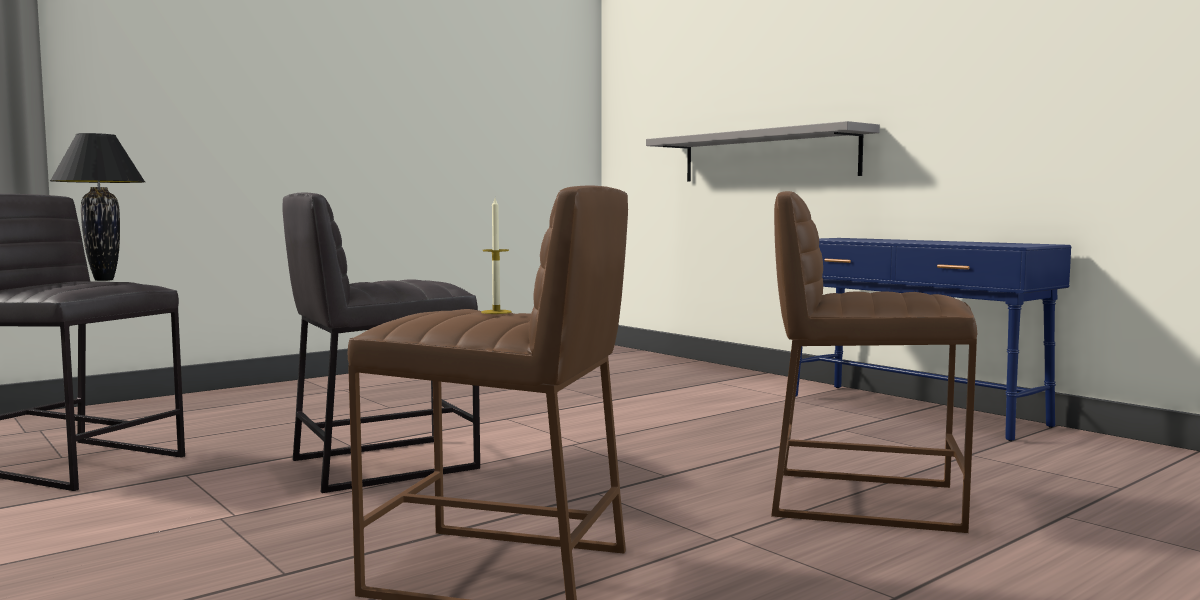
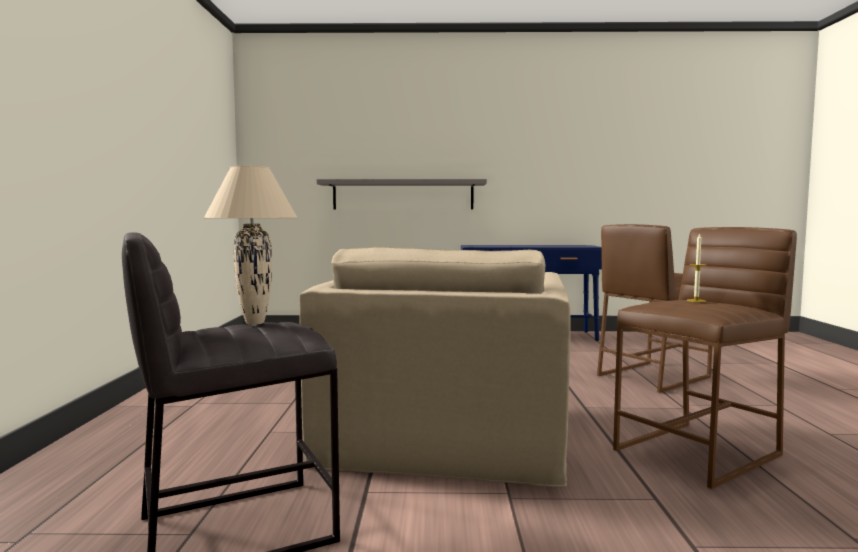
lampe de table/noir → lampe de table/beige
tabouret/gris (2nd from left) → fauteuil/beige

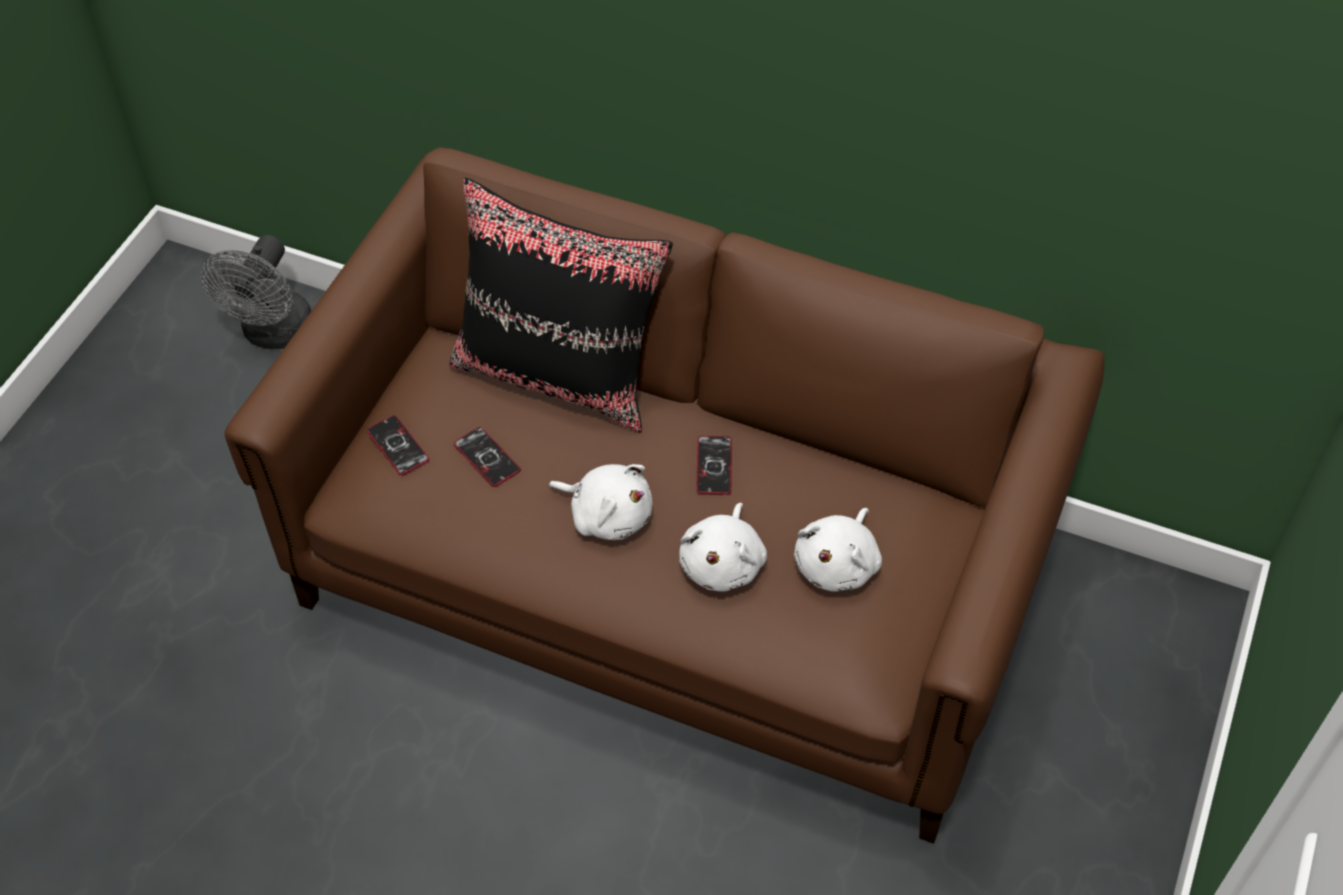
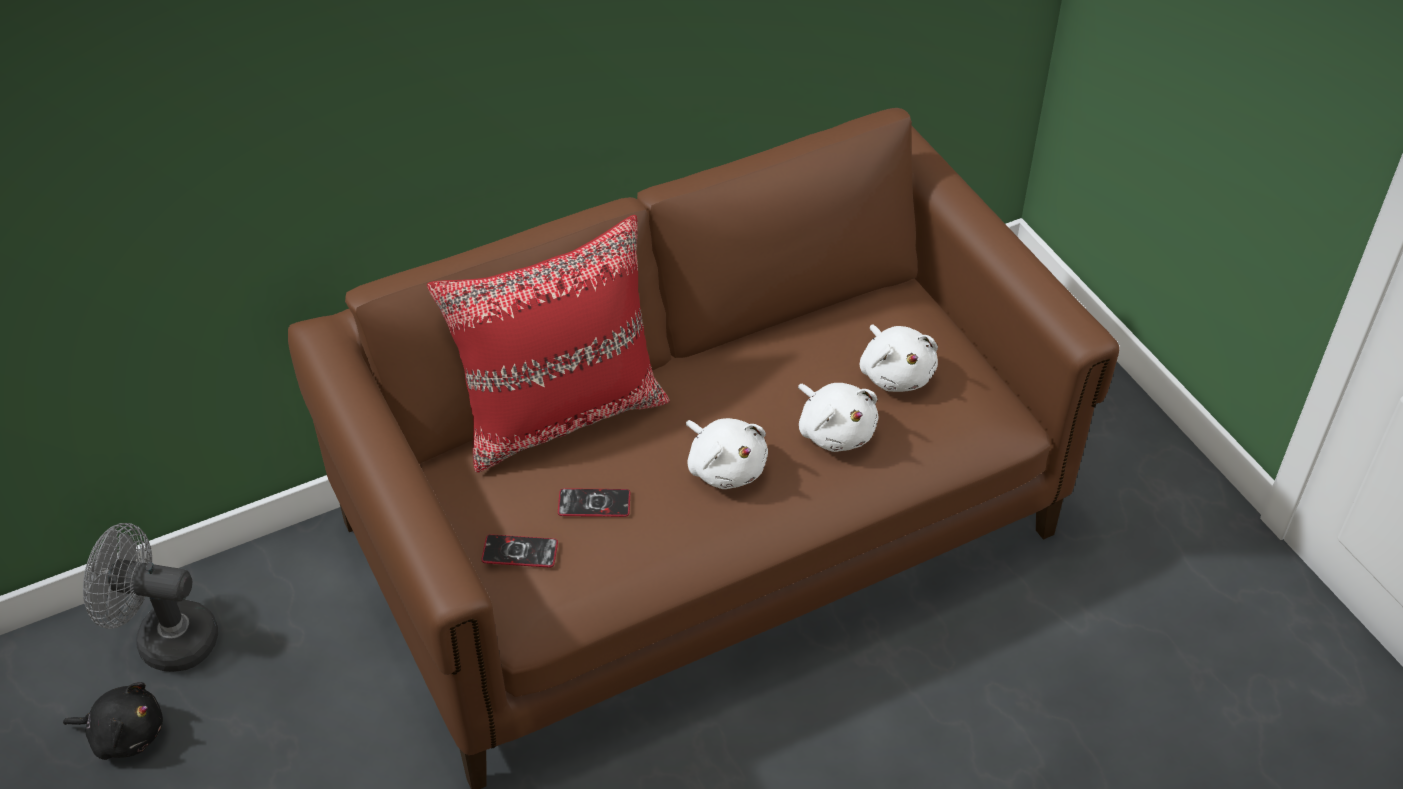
- → peluche/noir
ventilateur/gris, 135 degrees clockwise
coussin/noir → coussin/rouge
peluche/blanc (1st from left), 75 degrees clockwise
téléphone (3rd from left) → -

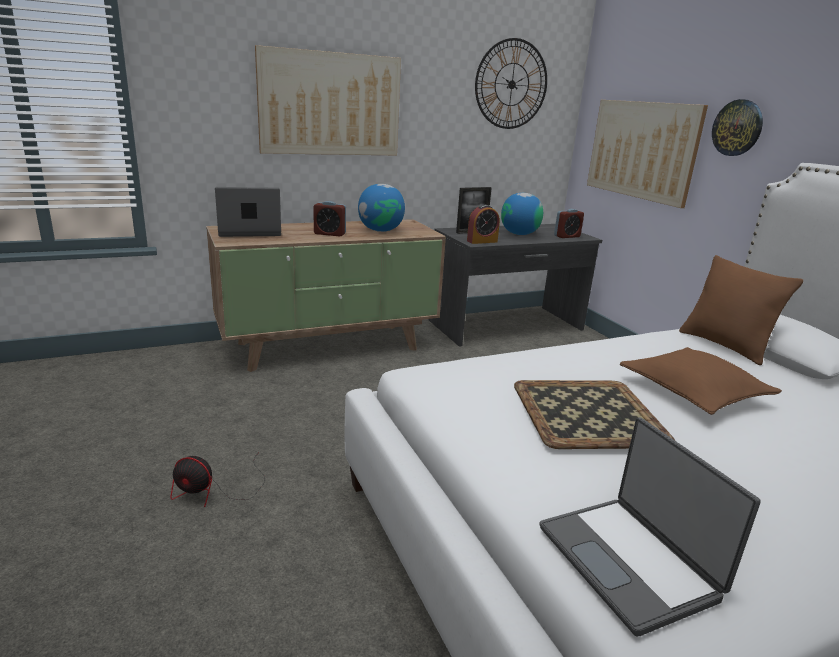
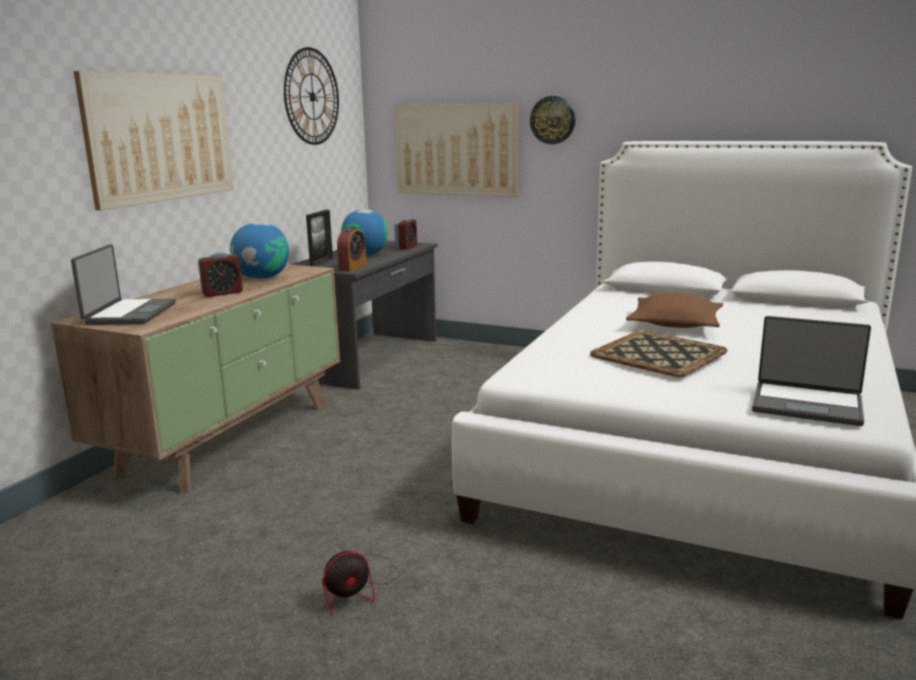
ordinateur portable (1st from left), 150 degrees clockwise
coussin/marron (2nd from left) → -

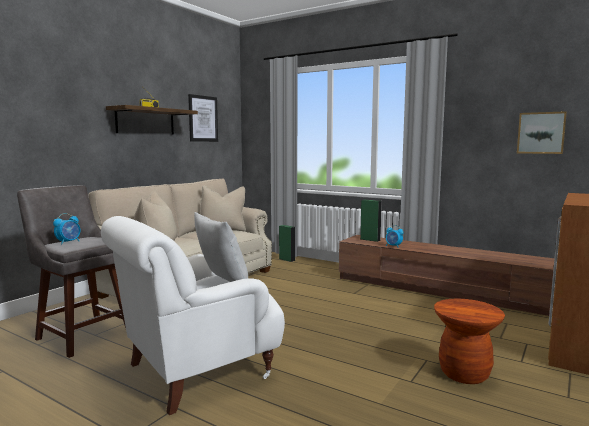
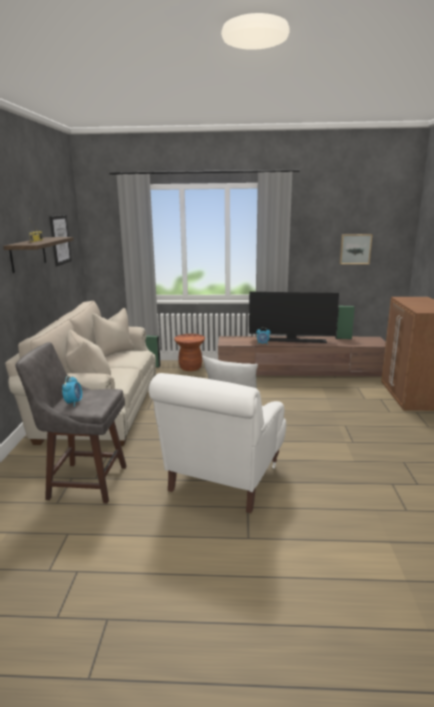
tabouret/marron, move
- → téléviseur
enceinte/vert (2nd from left), move

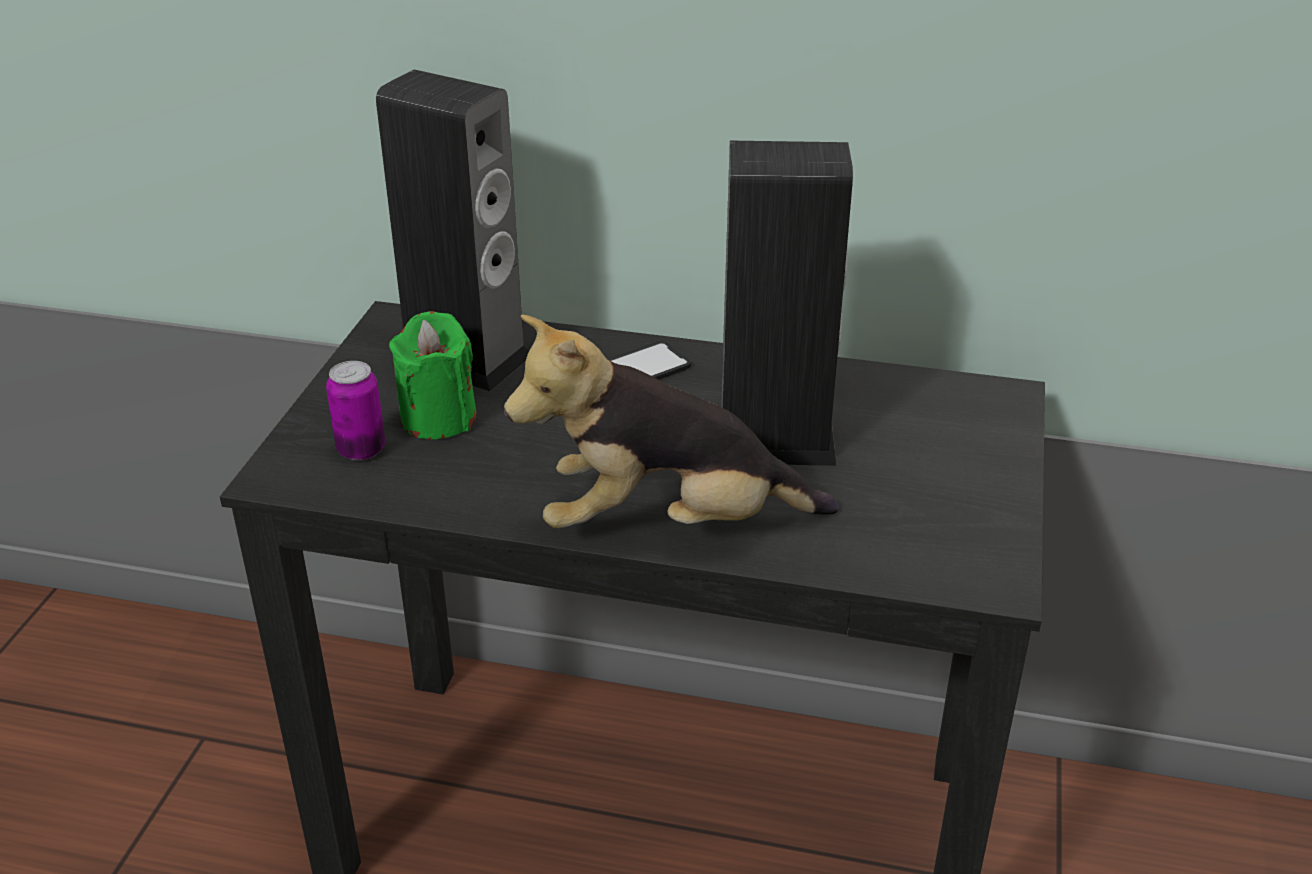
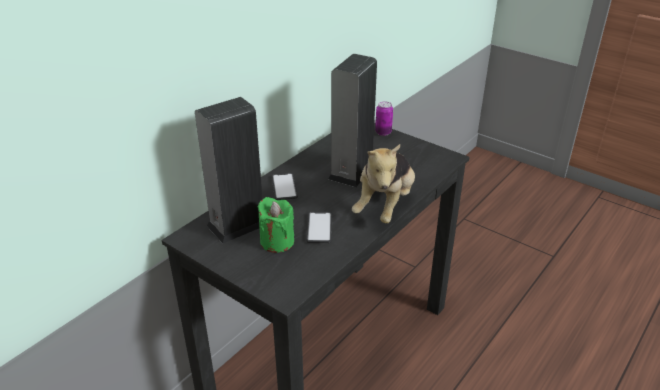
- → téléphone (2nd from left)
boîte métallique, move

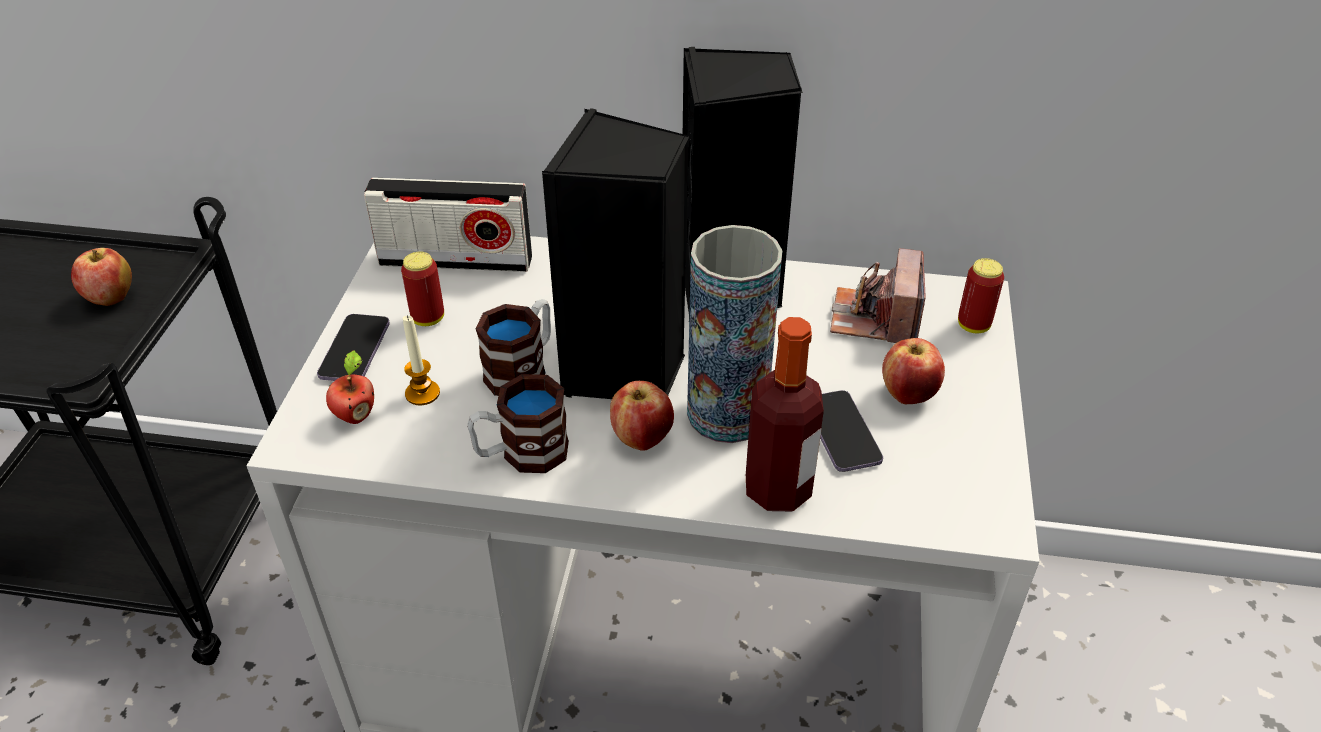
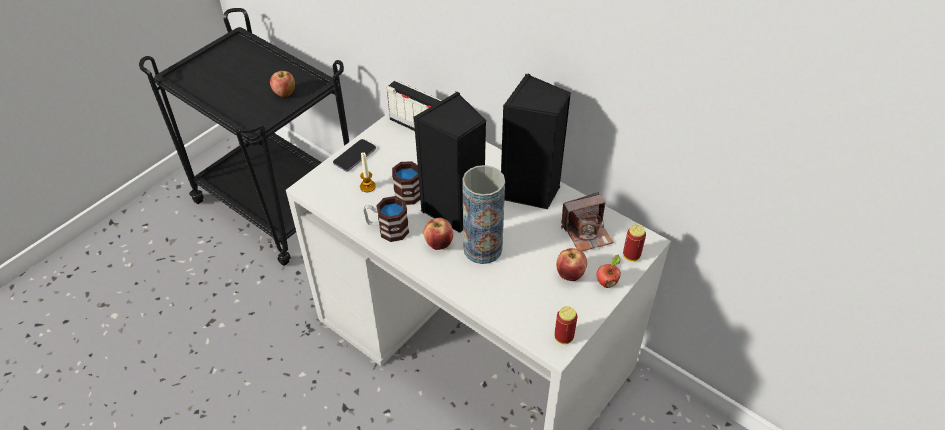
boîte métallique (1st from left), move
appareil photo, 150 degrees counterclockwise
pomme (2nd from left in the first image) → pomme (4th from left), move
bouteille → -
téléphone (2nd from left) → -

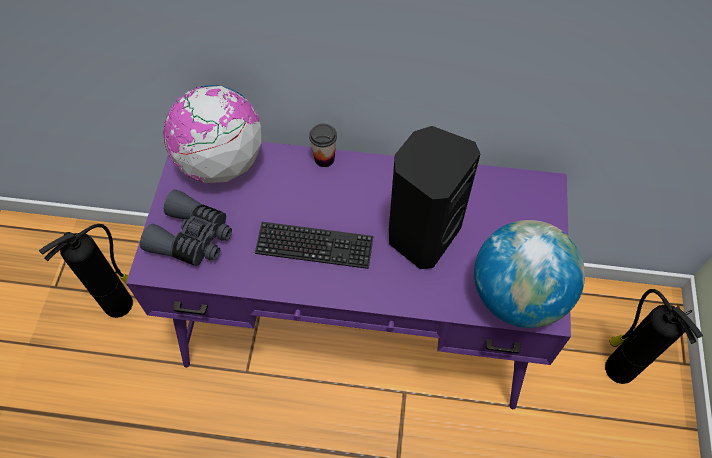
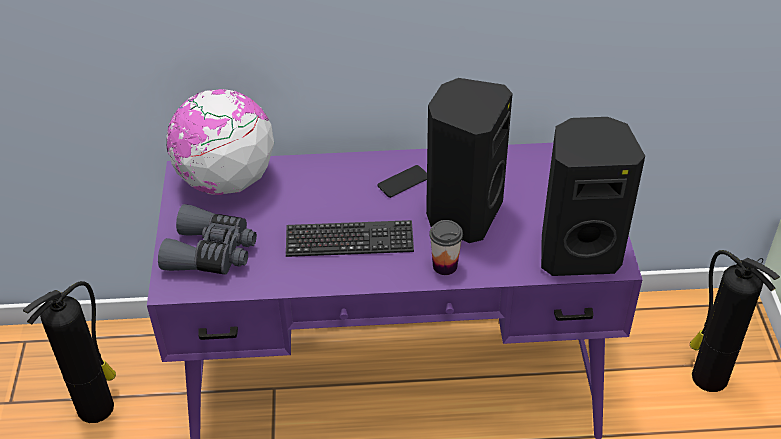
- → téléphone
tasse, move
globe (2nd from left) → enceinte/noir (2nd from left)

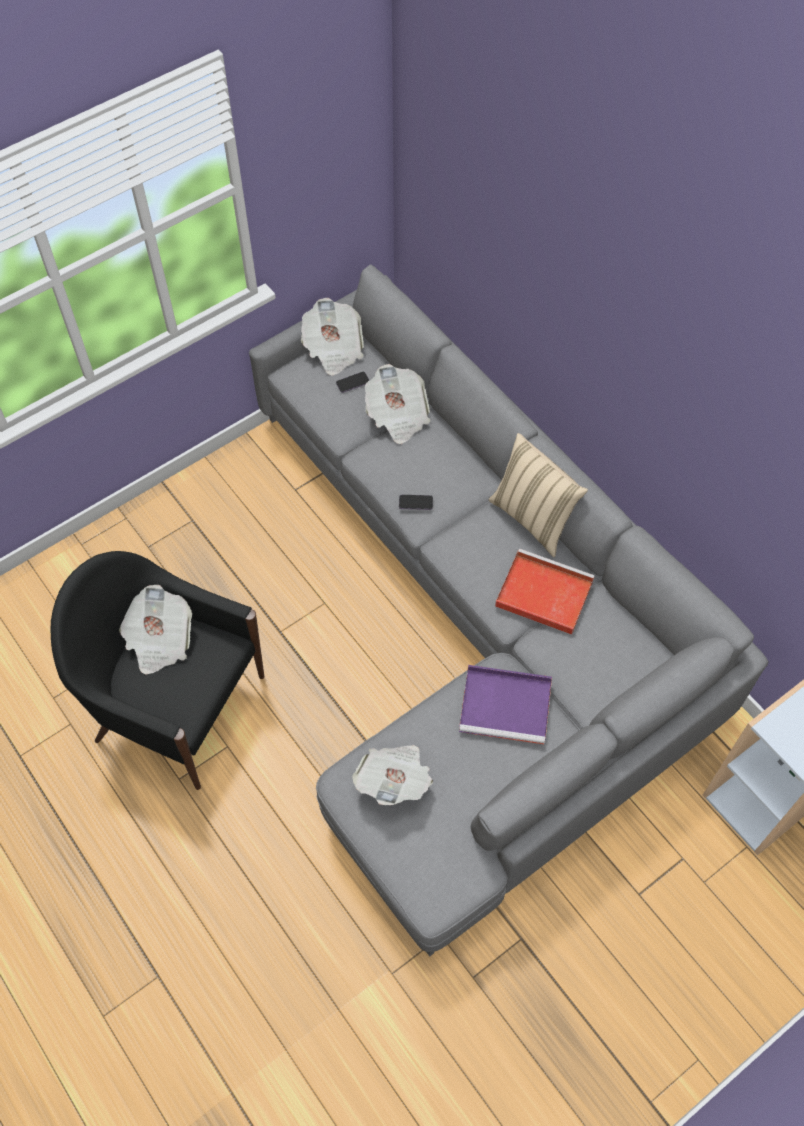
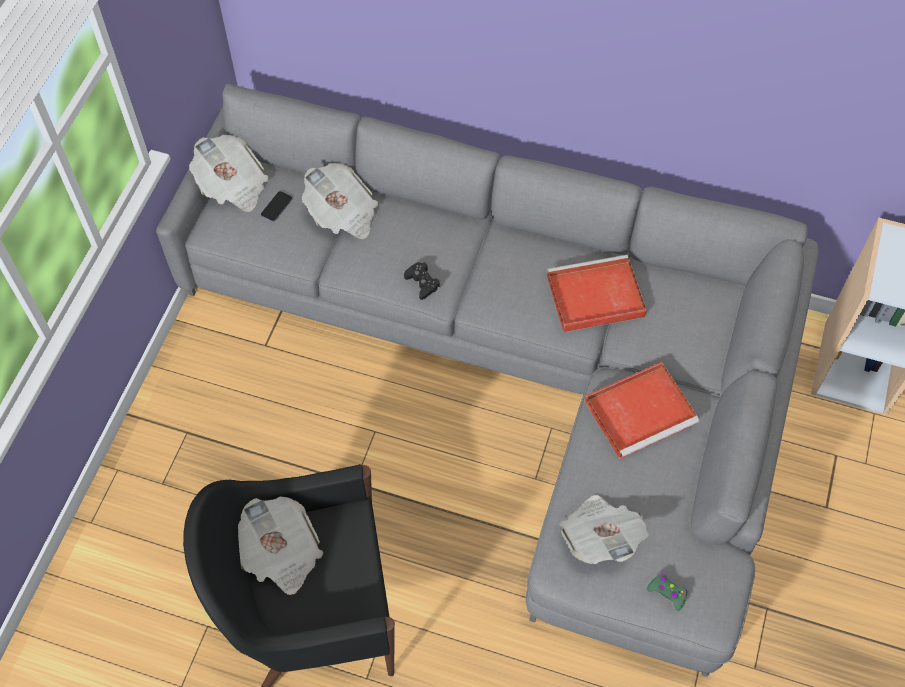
téléphone (2nd from left) → manette/noir
plateau/violet → plateau/rouge (2nd from left)
- → manette/vert
coussin/beige → -

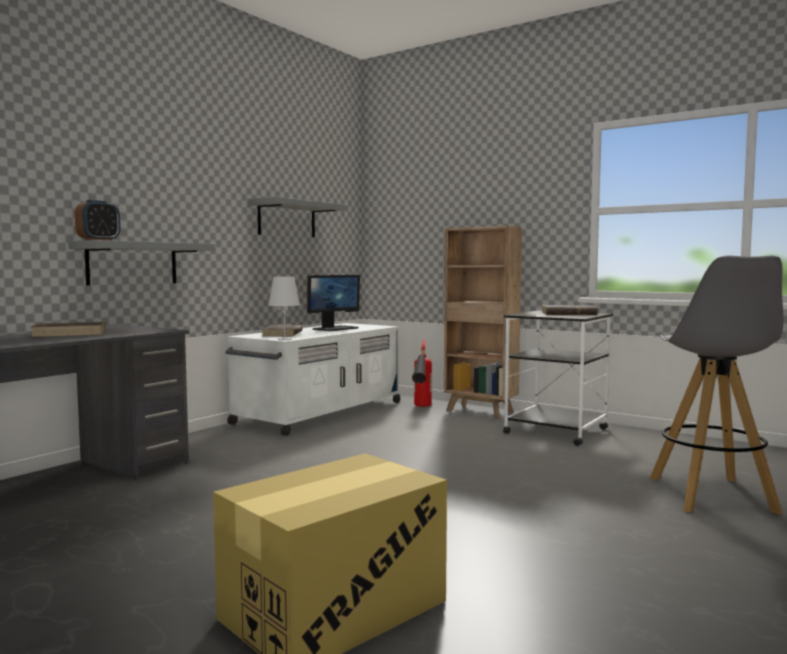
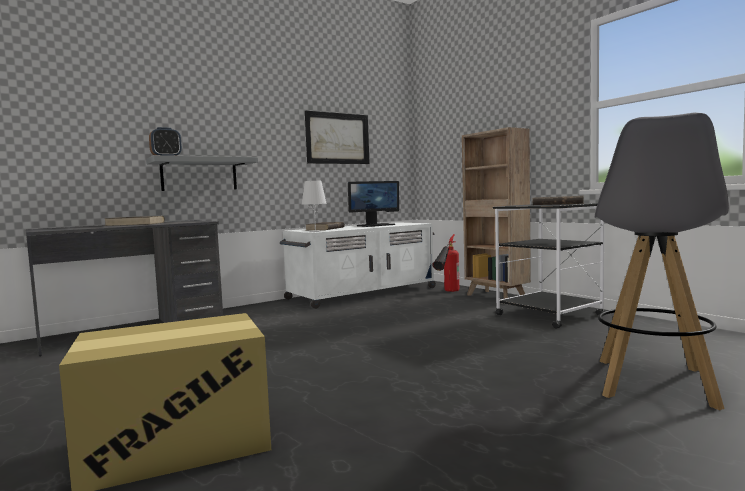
étagère/gris (2nd from left) → tableau

